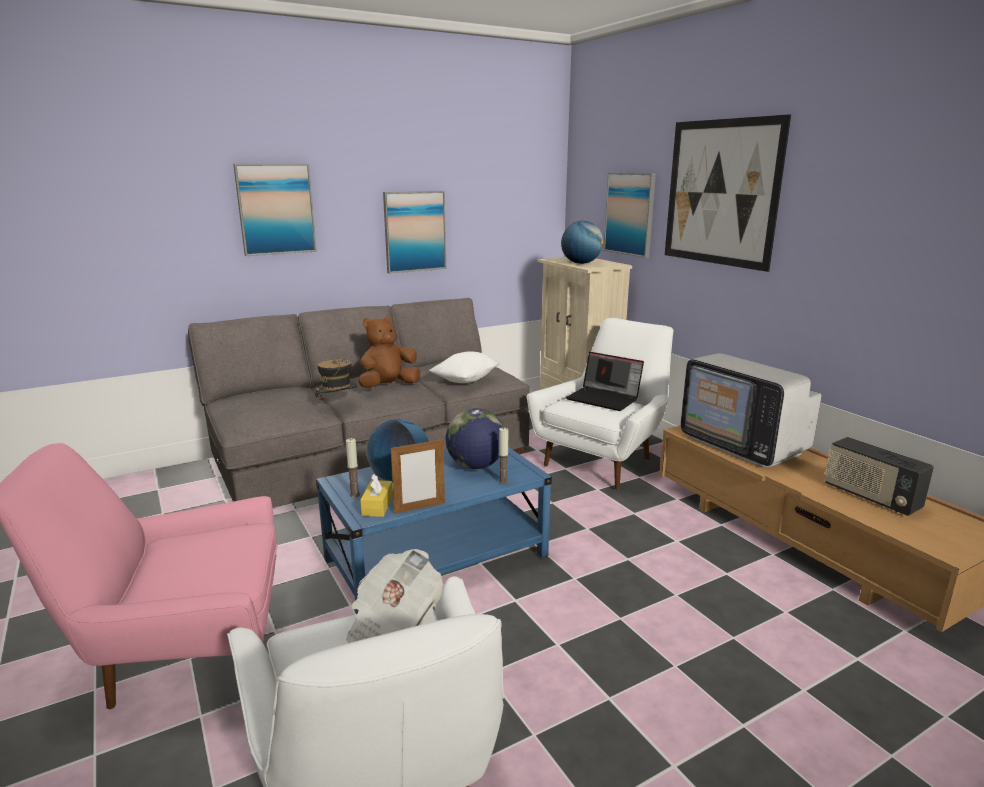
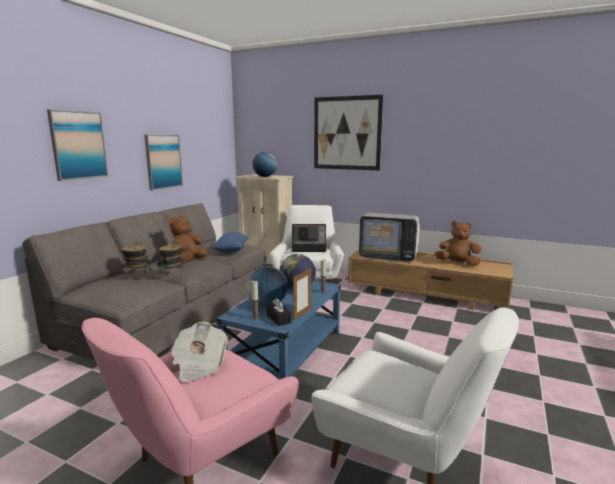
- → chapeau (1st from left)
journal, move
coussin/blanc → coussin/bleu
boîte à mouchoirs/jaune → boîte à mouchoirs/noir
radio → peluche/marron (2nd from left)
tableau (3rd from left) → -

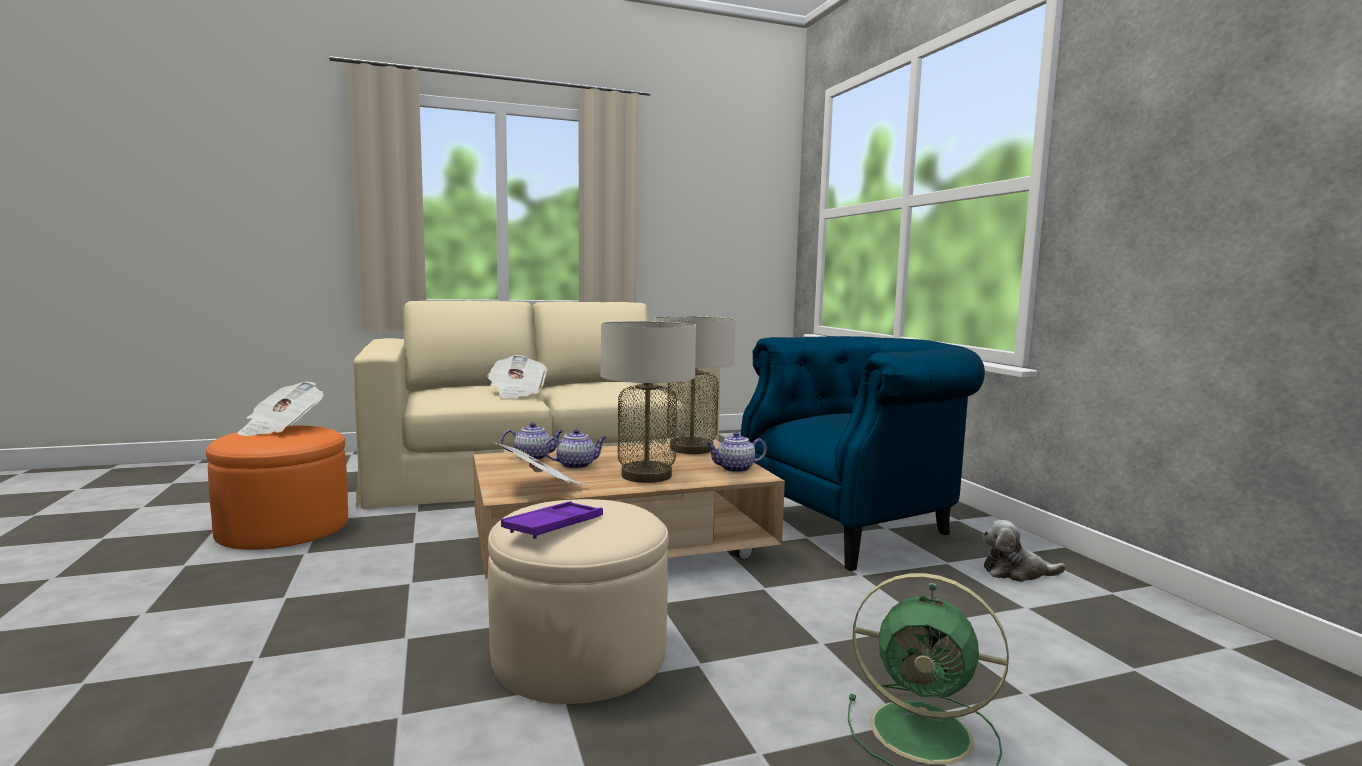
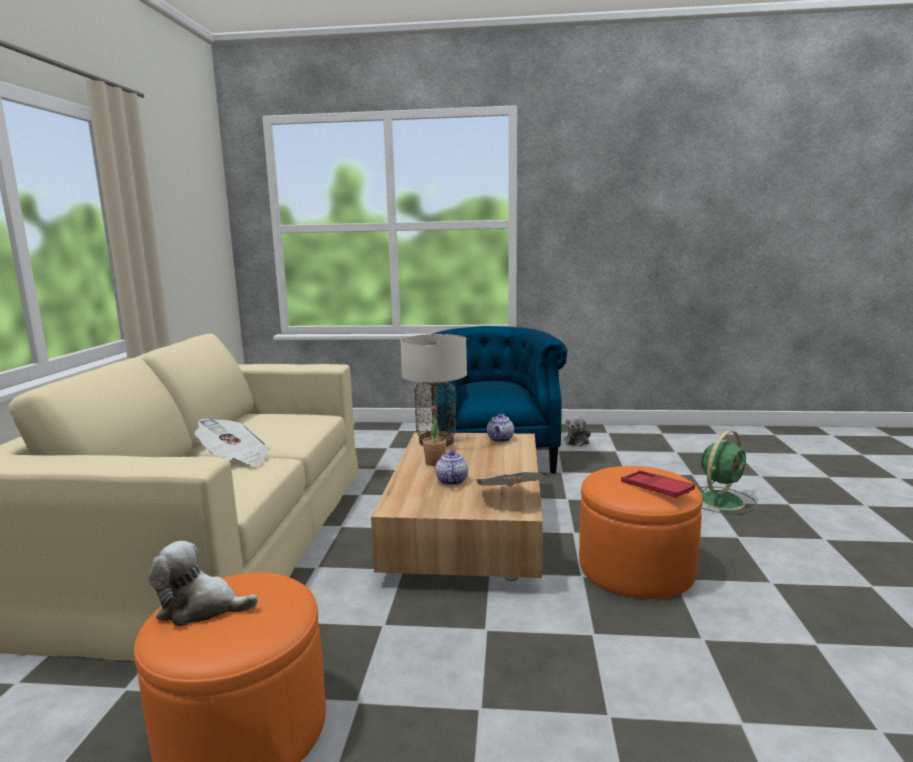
journal (1st from left) → peluche (1st from left)
- → plante en pot
pouf/beige → pouf/orange (2nd from left)
plateau/violet → plateau/rouge
théière (1st from left) → -
lampe de table (1st from left) → -

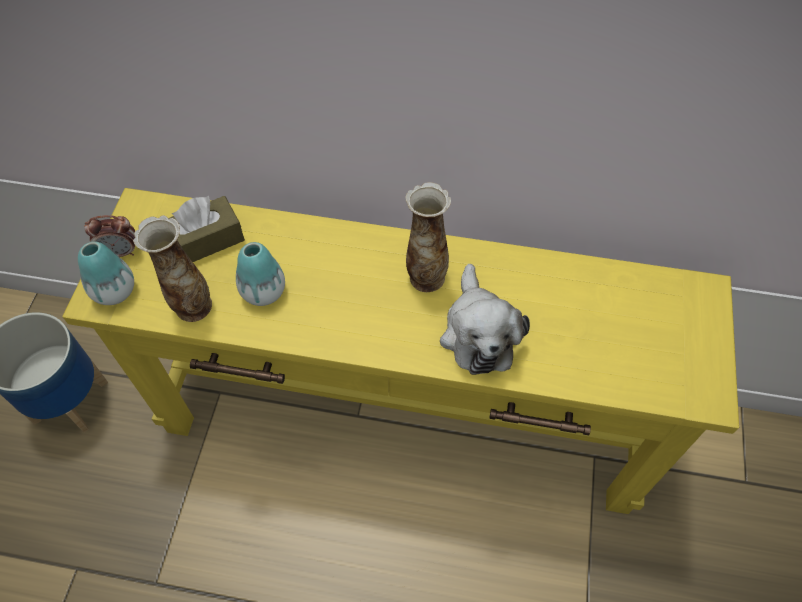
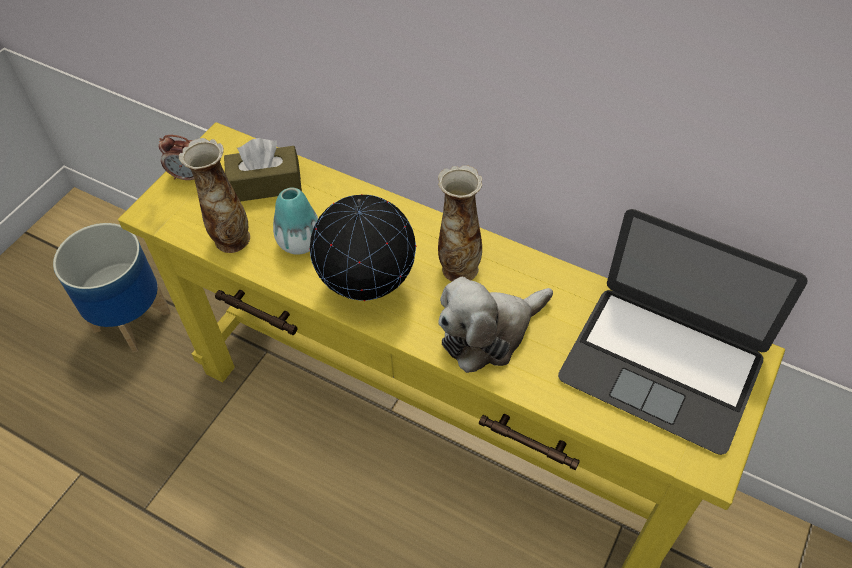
- → globe
peluche, 45 degrees clockwise
- → ordinateur portable
vase (1st from left) → -

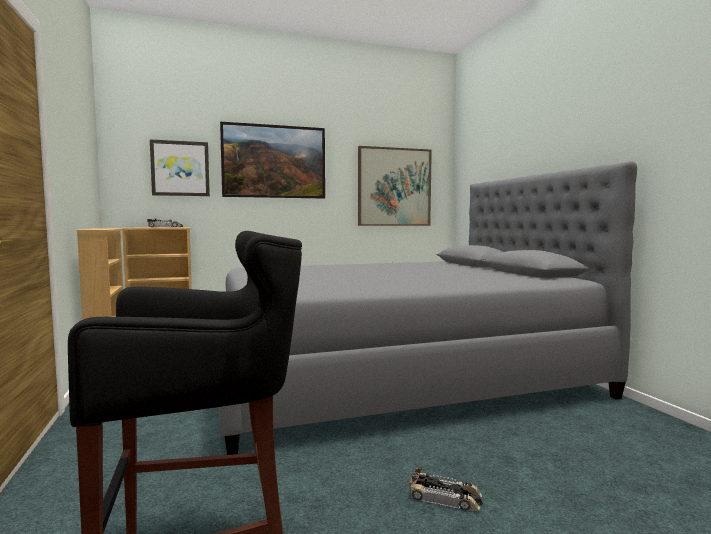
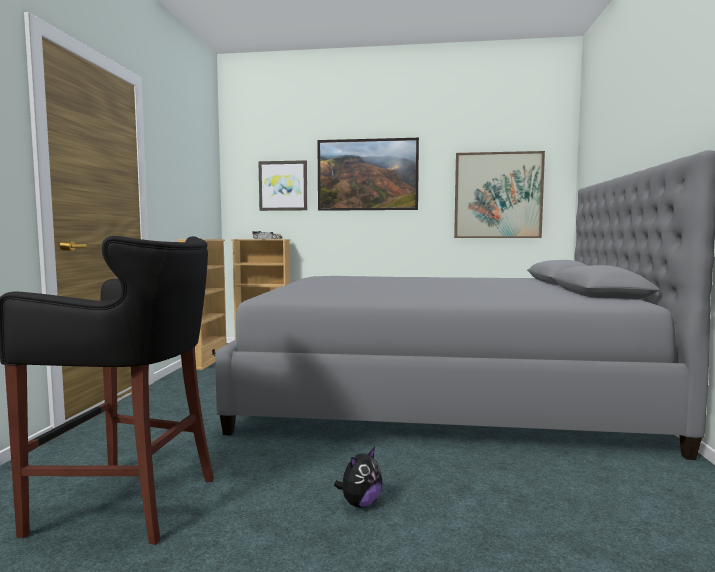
petite voiture (2nd from left) → peluche

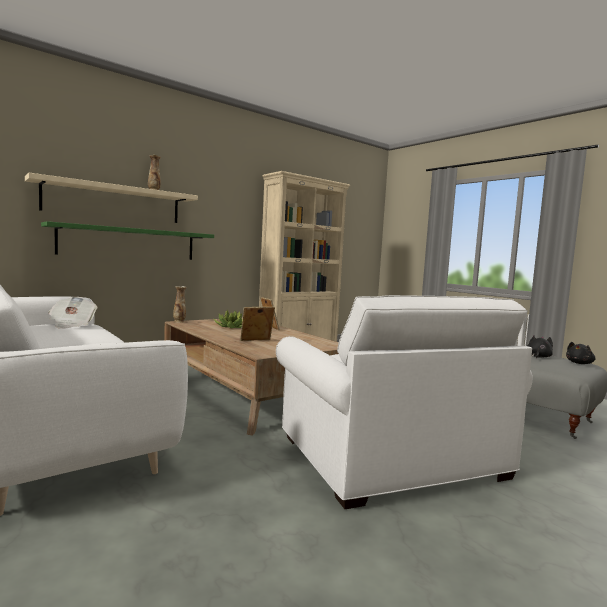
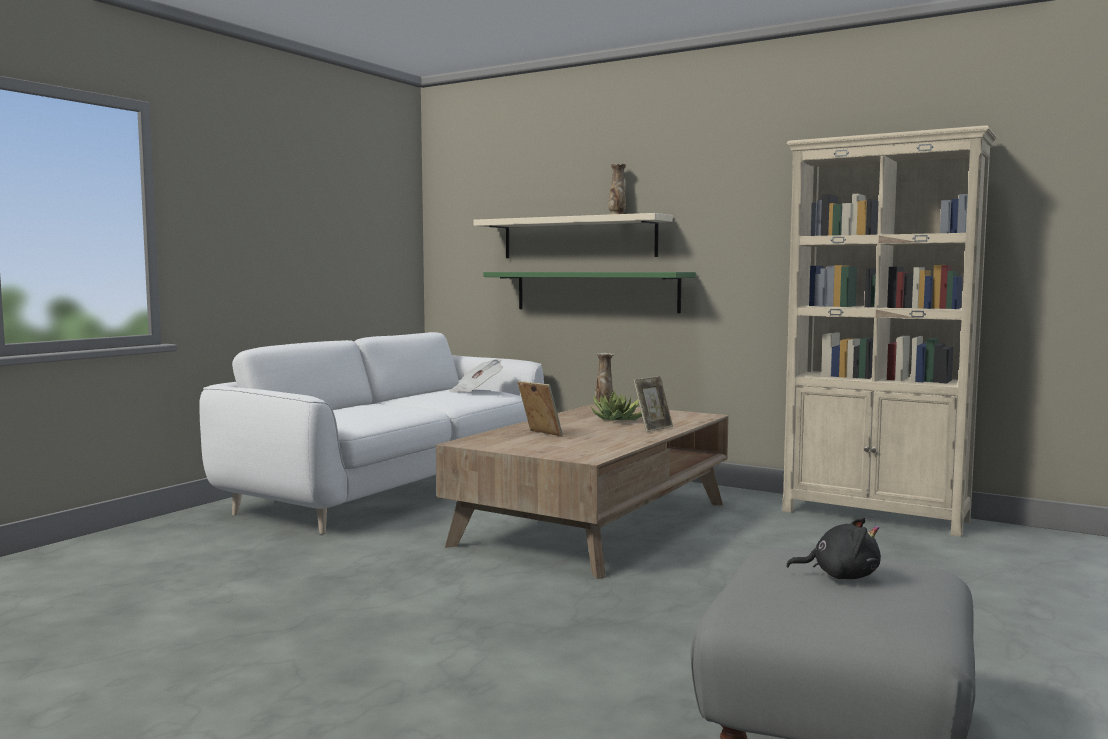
fauteuil/blanc → -
peluche/noir (2nd from left) → -

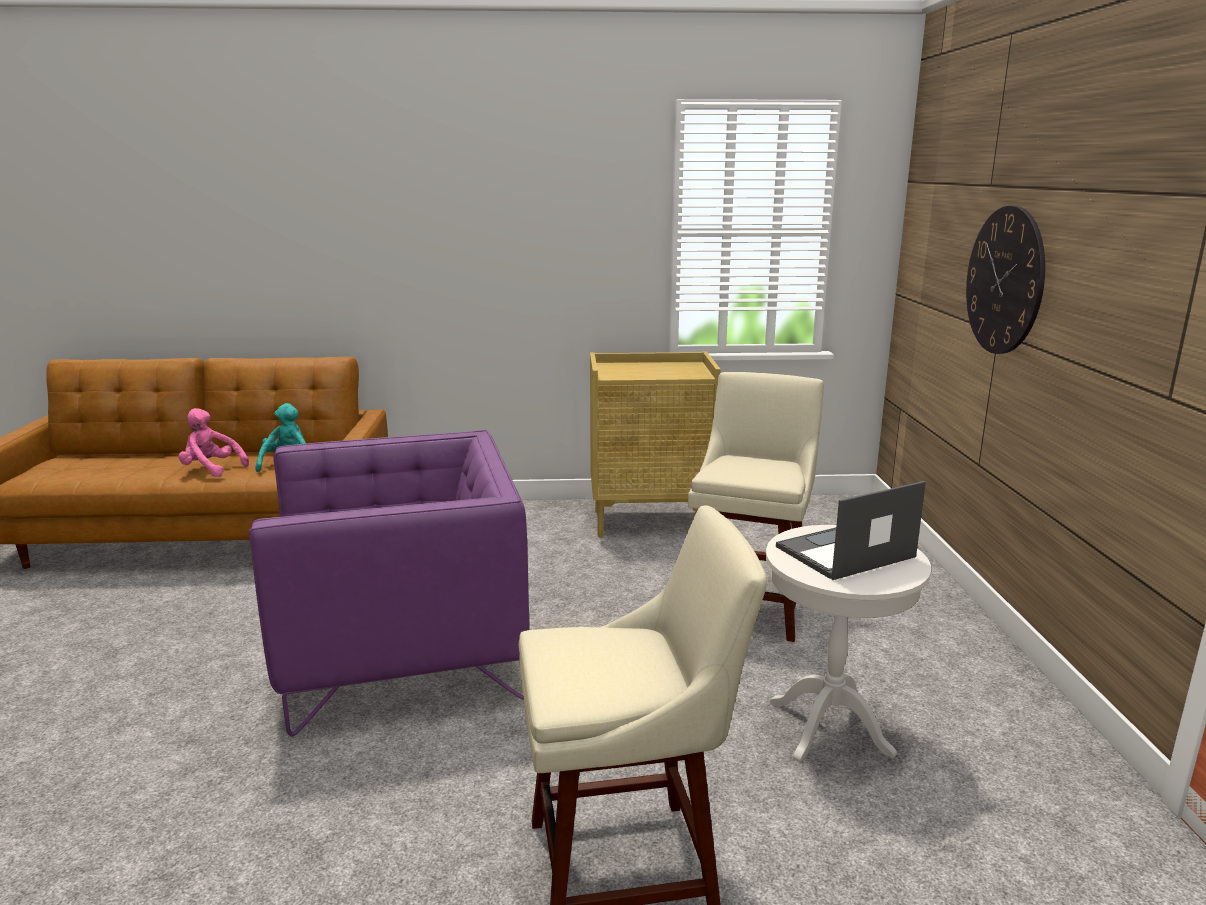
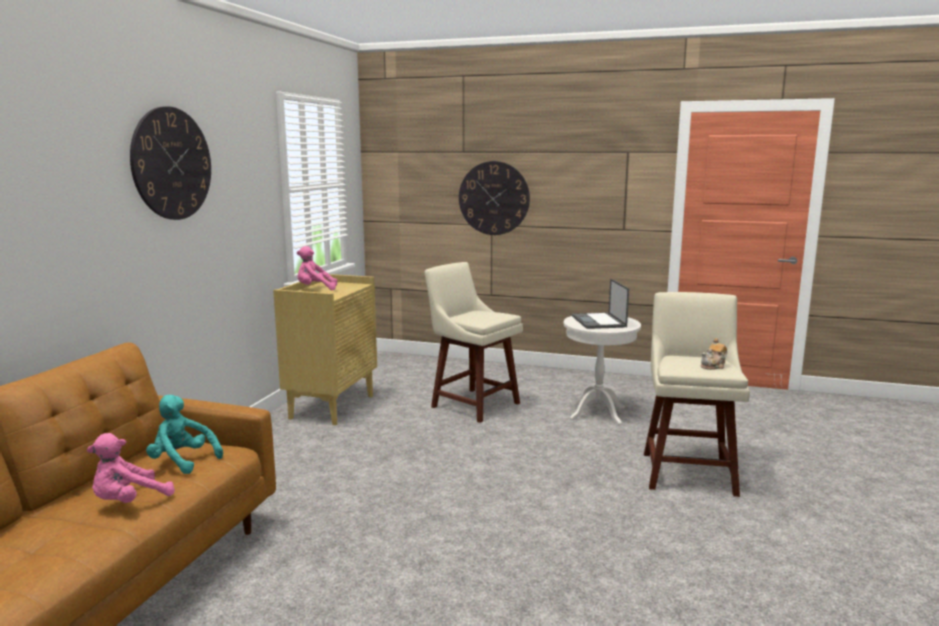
- → horloge murale (1st from left)
- → peluche/rose (2nd from left)
- → théière
fauteuil/violet → -

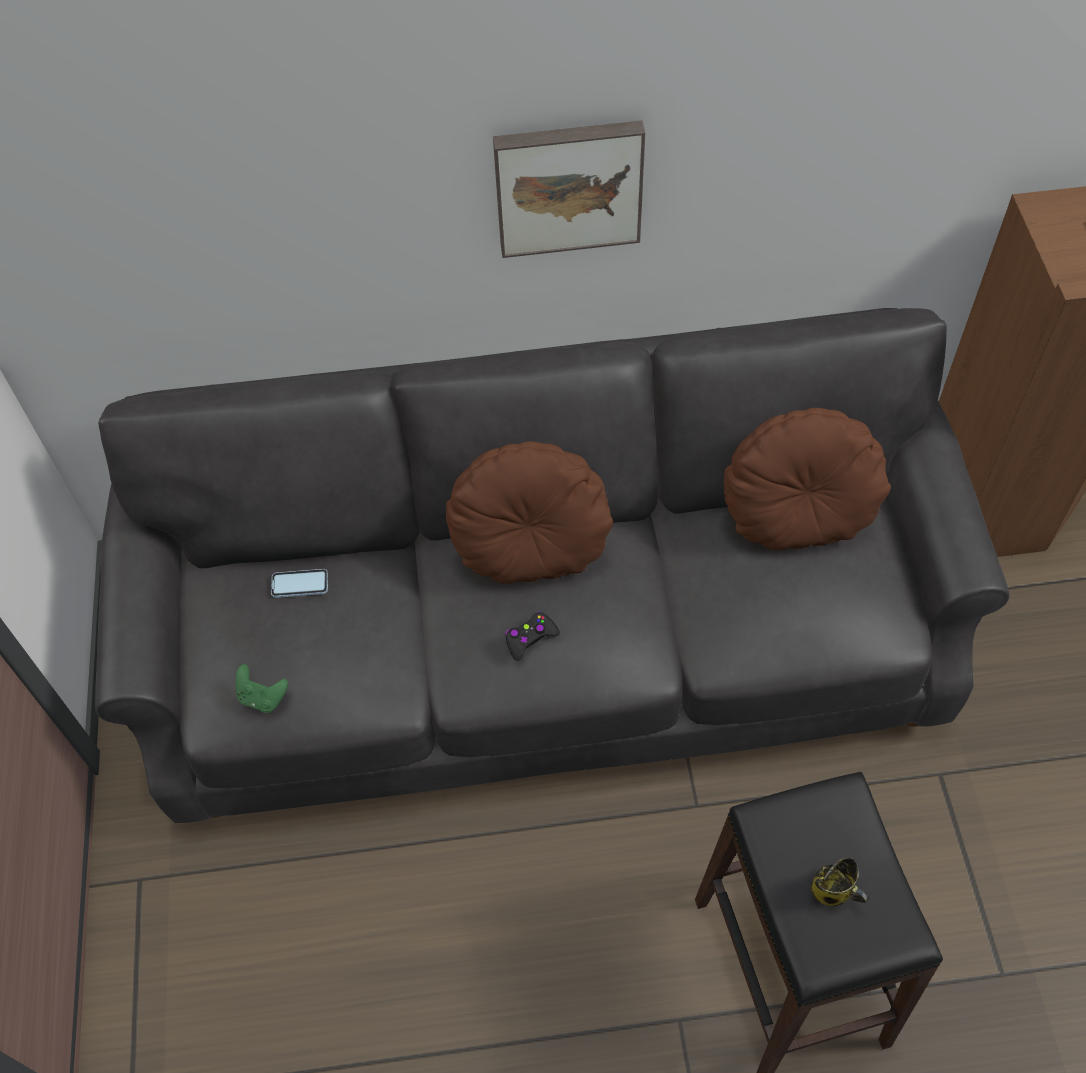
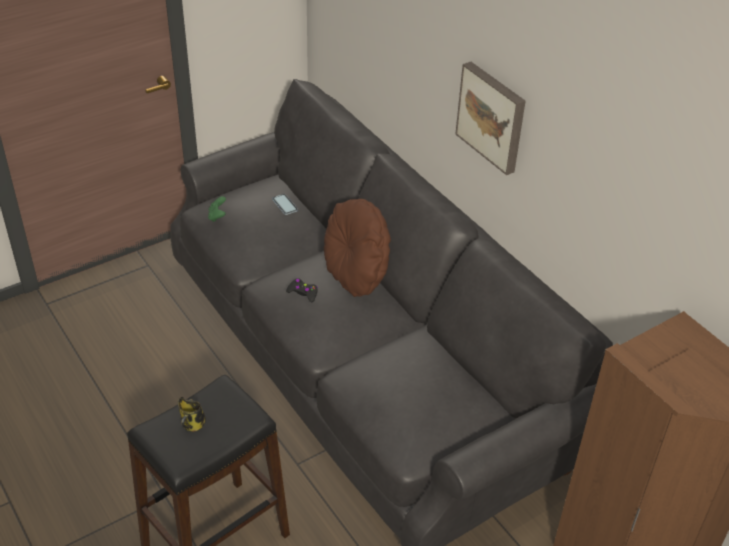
coussin/marron (2nd from left) → -

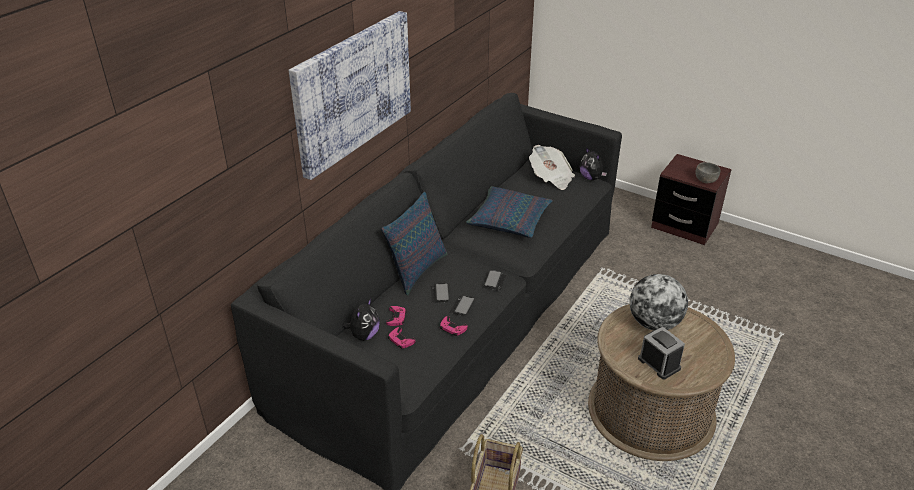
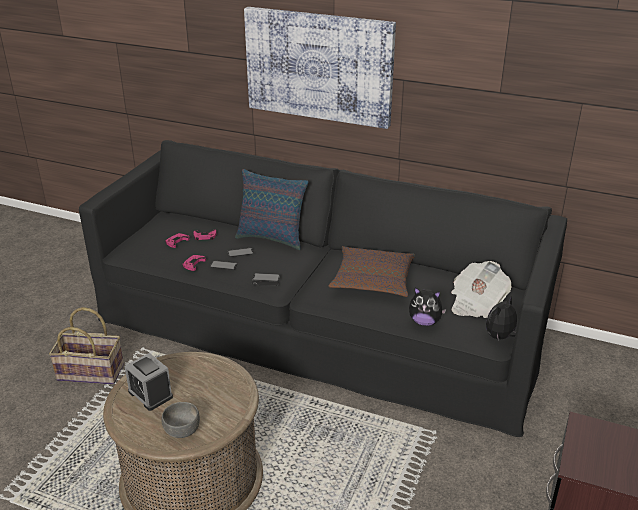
réveil, 90 degrees clockwise
bol/gris, move
coussin/bleu (2nd from left) → coussin/marron
peluche (1st from left), move
globe → -

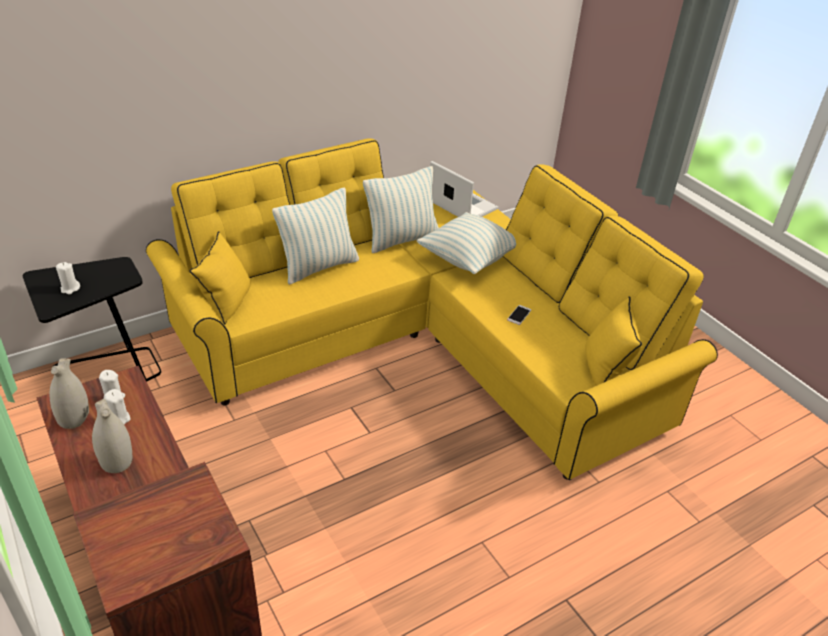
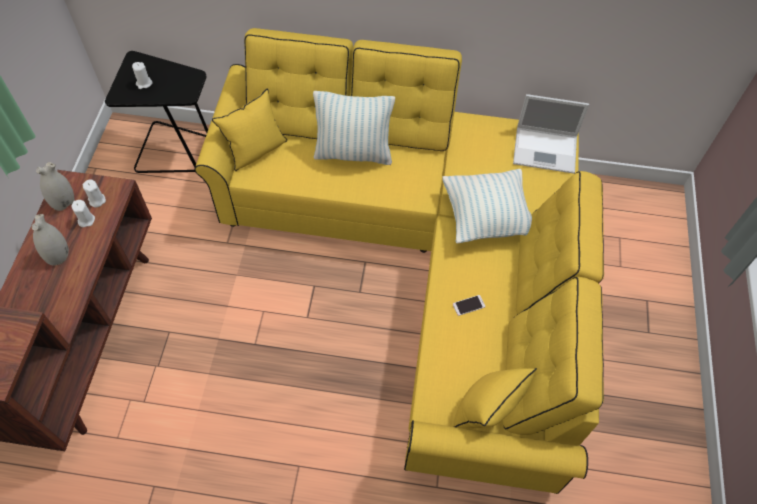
ordinateur portable, 105 degrees clockwise
coussin (2nd from left) → -

